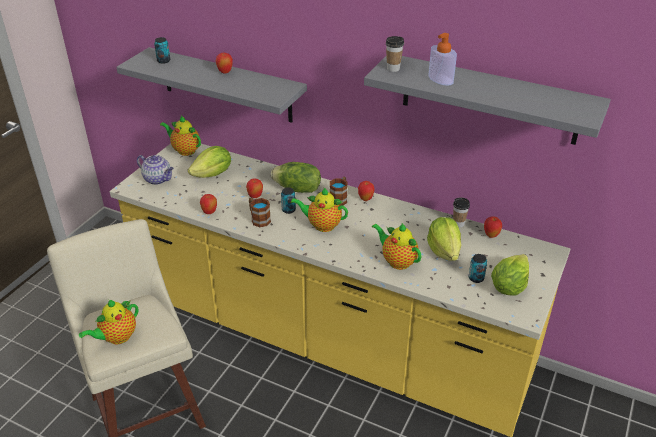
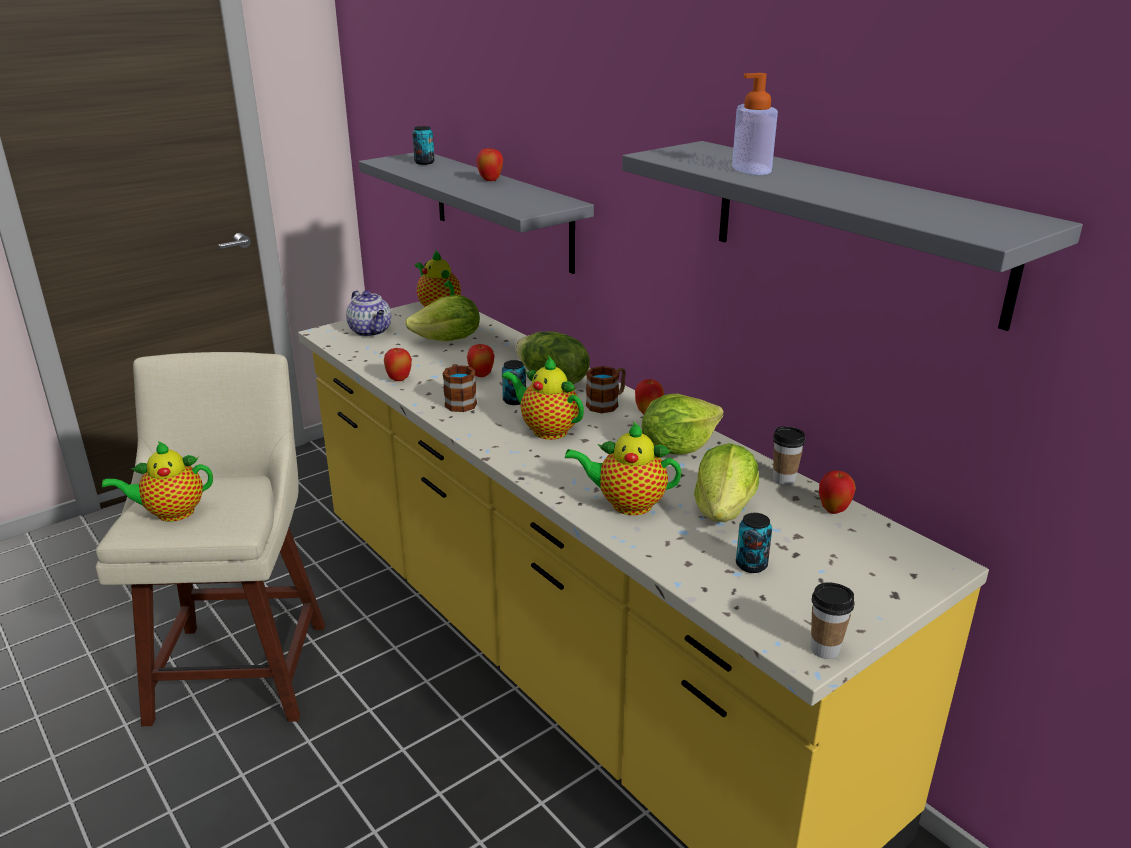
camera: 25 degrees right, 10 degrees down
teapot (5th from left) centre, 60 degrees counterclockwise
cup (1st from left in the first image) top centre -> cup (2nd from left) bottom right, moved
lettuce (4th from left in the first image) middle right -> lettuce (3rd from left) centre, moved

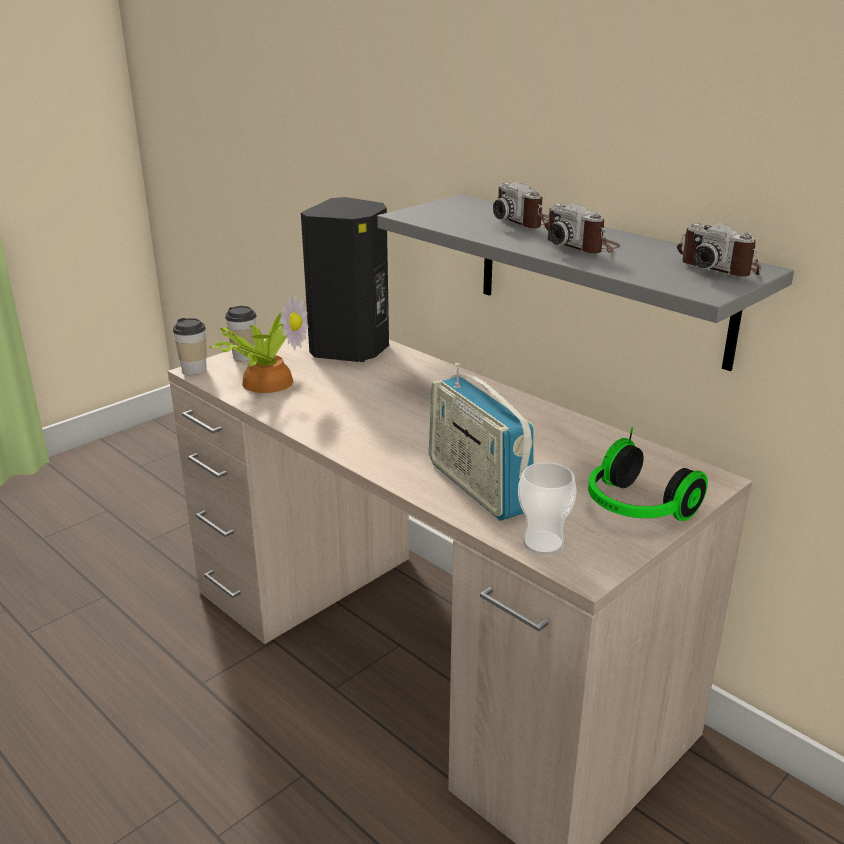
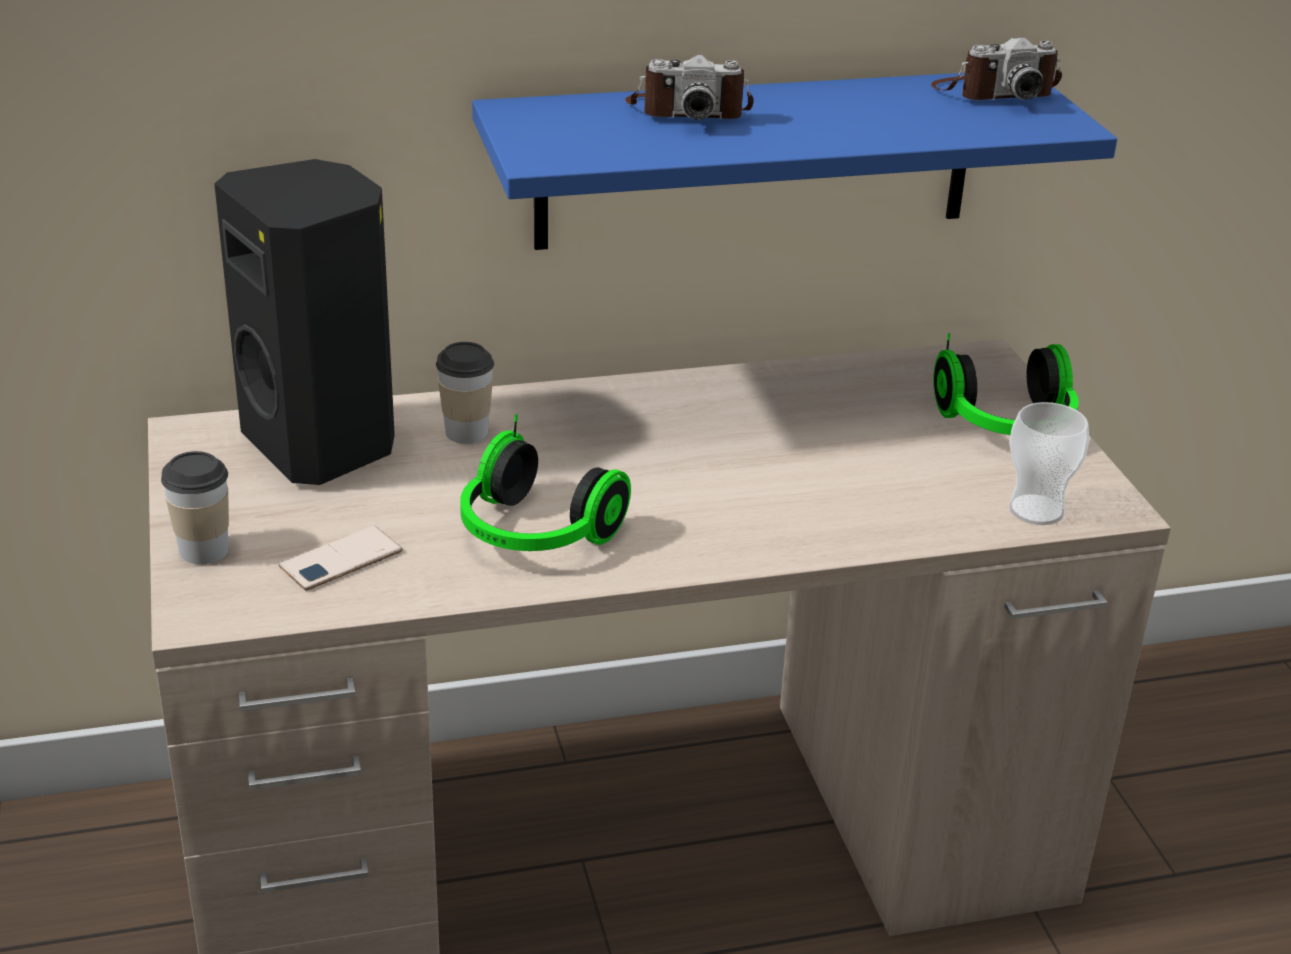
camera: 60 degrees left, 5 degrees up
cup (1st from left in the first image) middle left -> cup (2nd from left) centre, moved
potted plant middle left -> phone middle left
grey shelf middle right -> blue shelf top centre
radio centre -> none
photo camera (2nd from left) top right -> none
none -> headphones (1st from left) centre

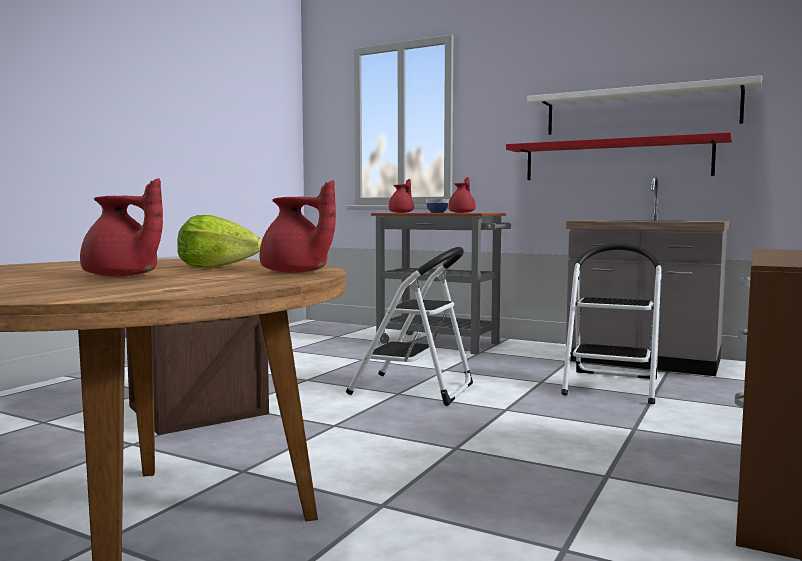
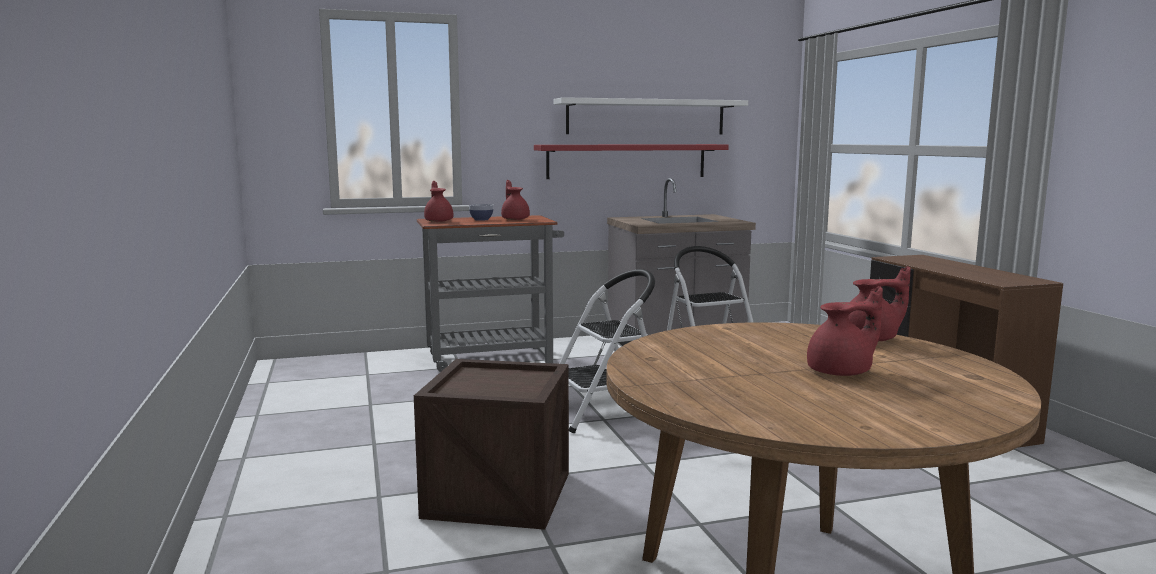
camera: 45 degrees left, 5 degrees up
lettuce middle left -> none

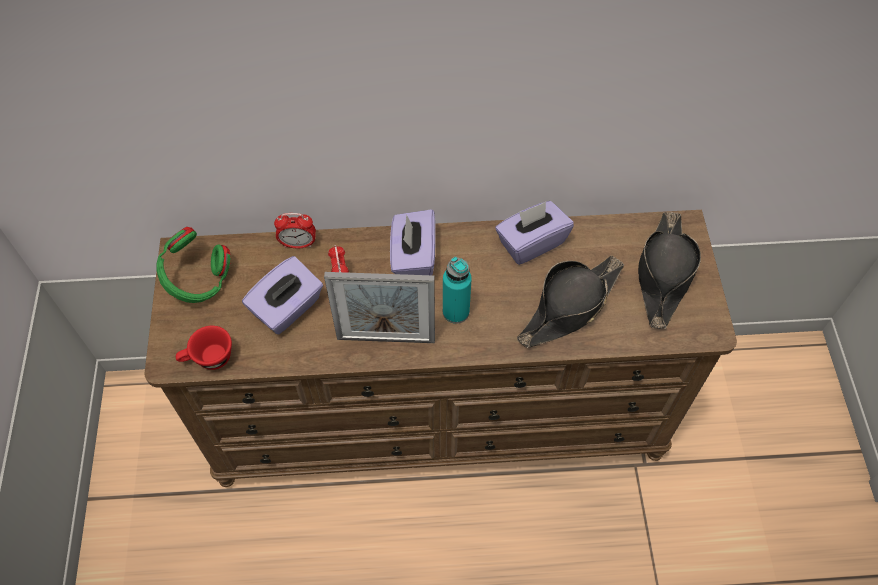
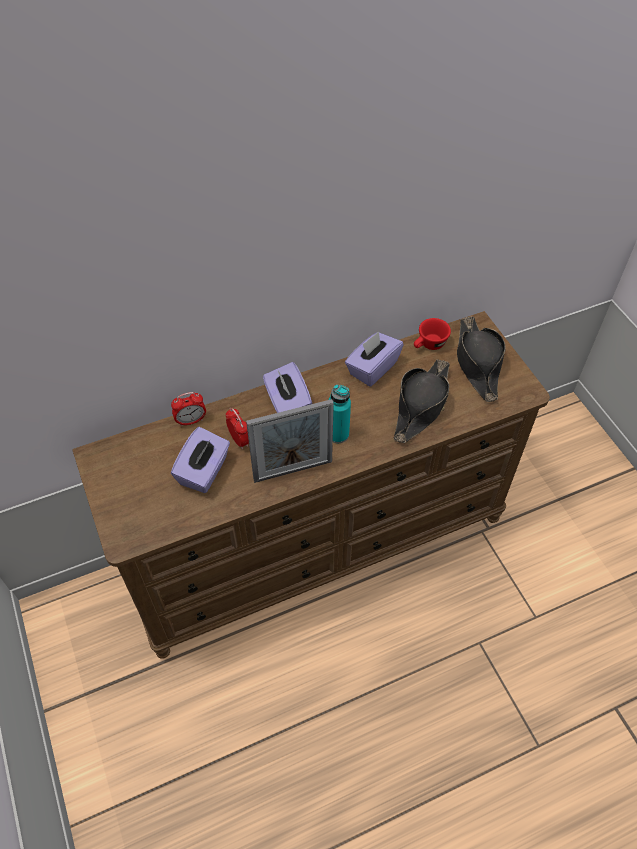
camera: 20 degrees left, 5 degrees down
green headphones middle left -> none
red cup middle left -> red cup middle right, moved

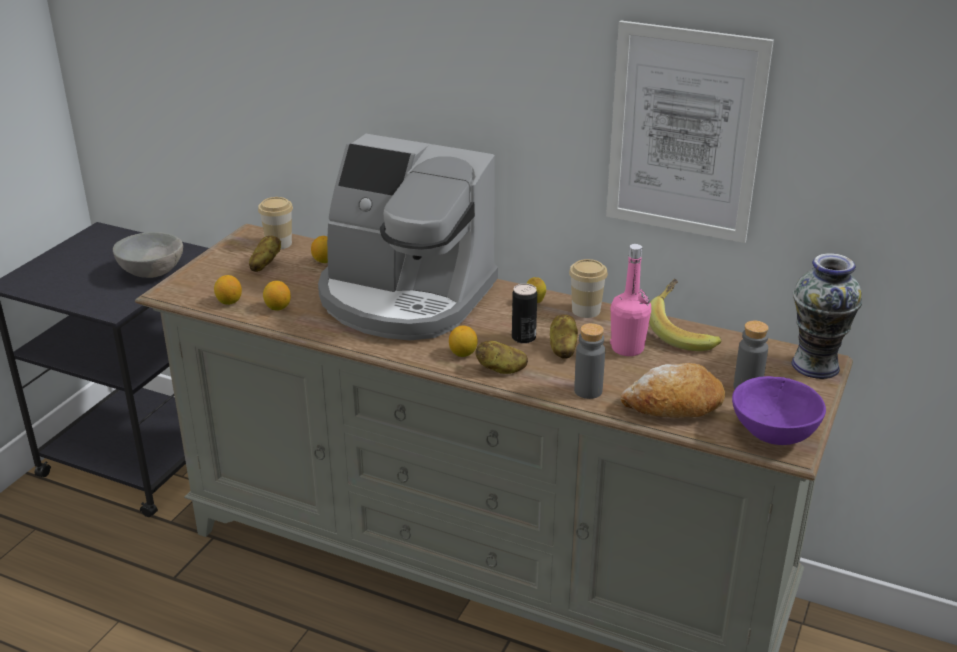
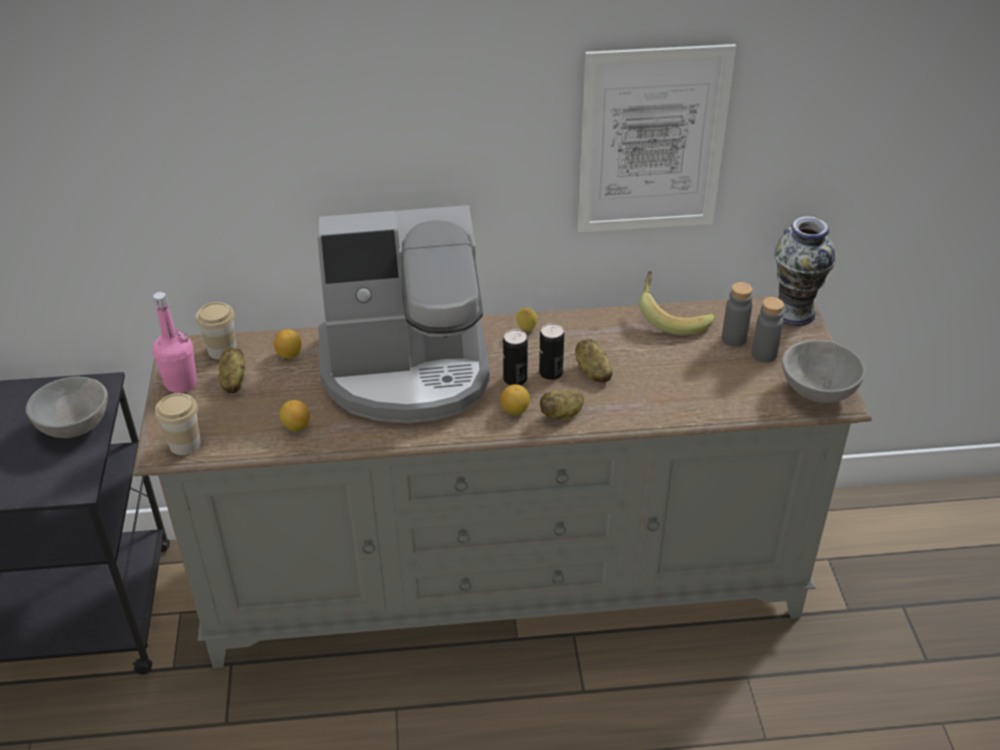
camera: 30 degrees left, 10 degrees up
lemon (1st from left) middle left -> none
cup (2nd from left in the first image) centre -> cup (1st from left) middle left, moved
grey bottle (1st from left) centre -> grey bottle (1st from left) middle right, moved
pink bottle centre -> pink bottle middle left, moved
bread middle right -> none
purple bowl middle right -> grey bowl (2nd from left) middle right
none -> can (1st from left) centre

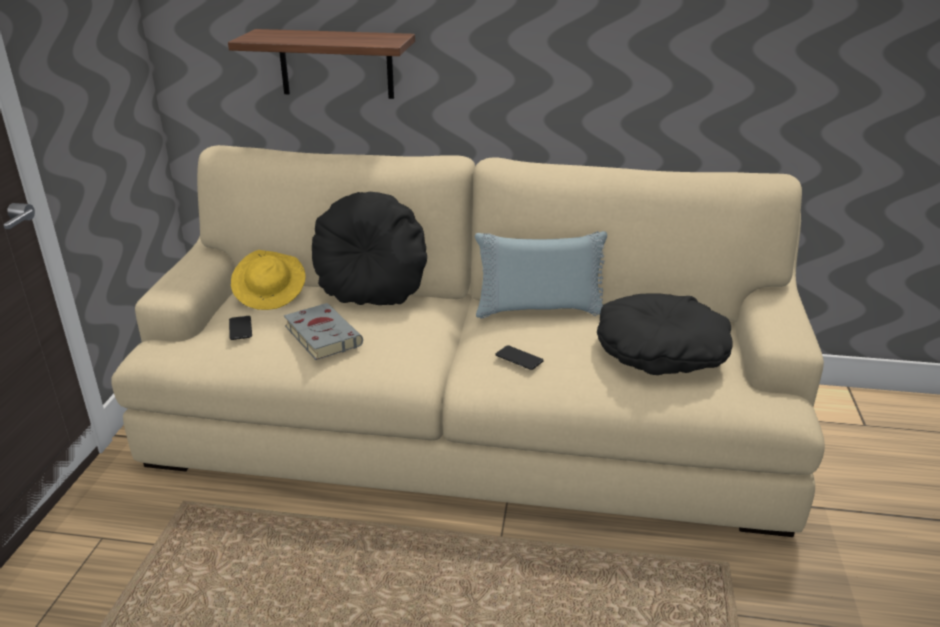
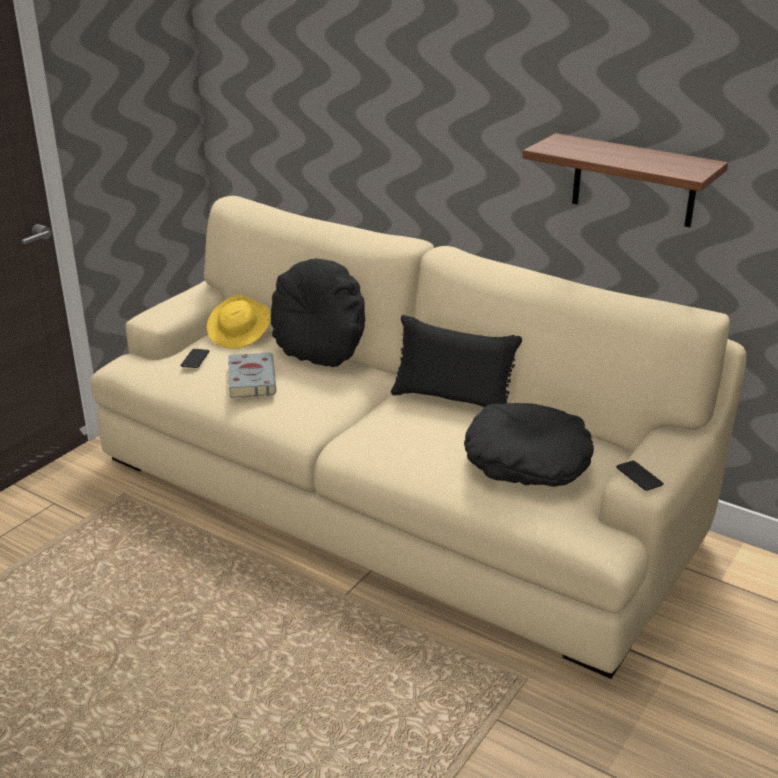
camera: 25 degrees right, 0 degrees up
shelf top centre -> shelf top right, moved
blue pillow centre -> black pillow (2nd from left) centre
phone (2nd from left) centre -> phone (2nd from left) middle right, moved

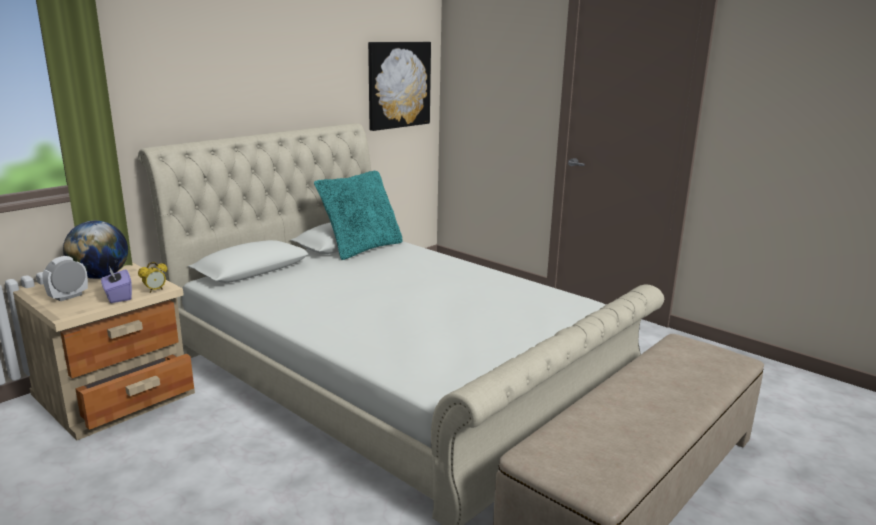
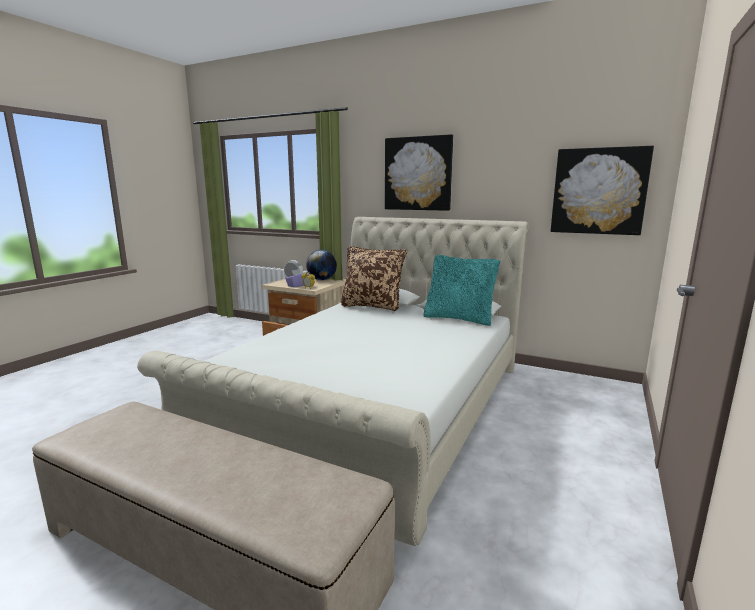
camera: 75 degrees right, 5 degrees down
none -> brown pillow centre
none -> picture (1st from left) top centre

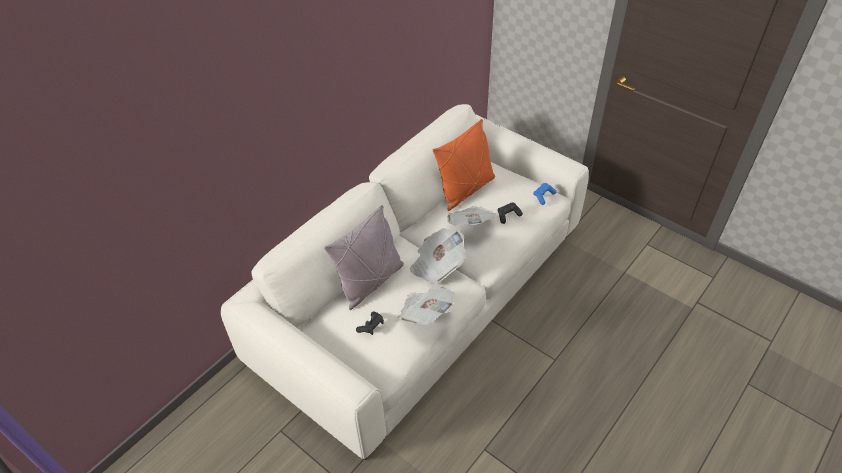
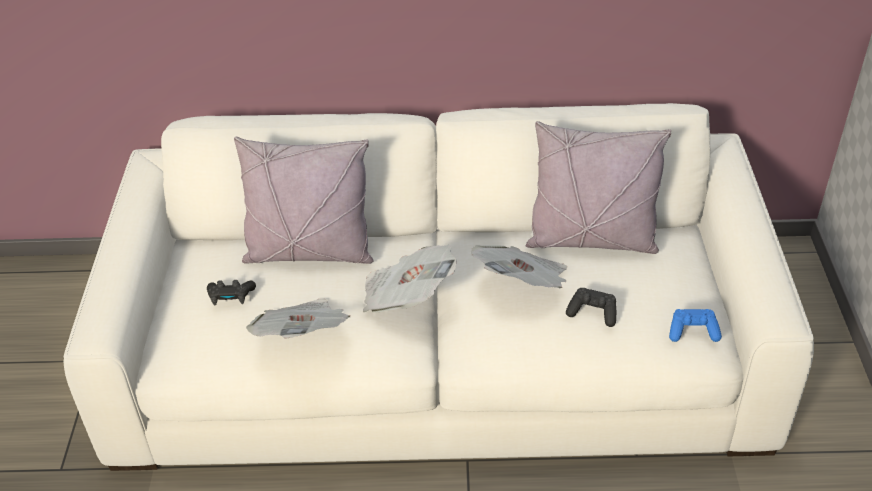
camera: 50 degrees right, 5 degrees down
orange pillow centre -> purple pillow (2nd from left) middle right

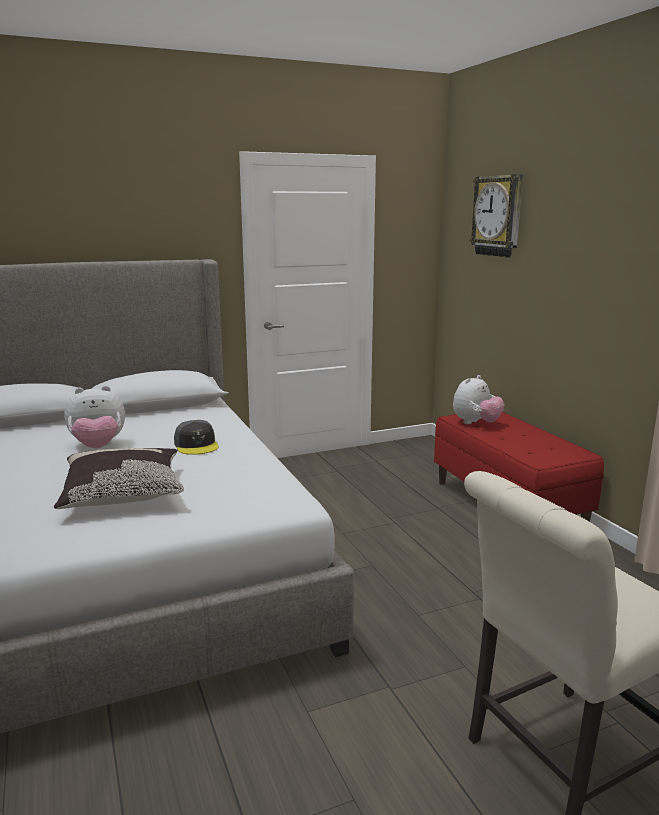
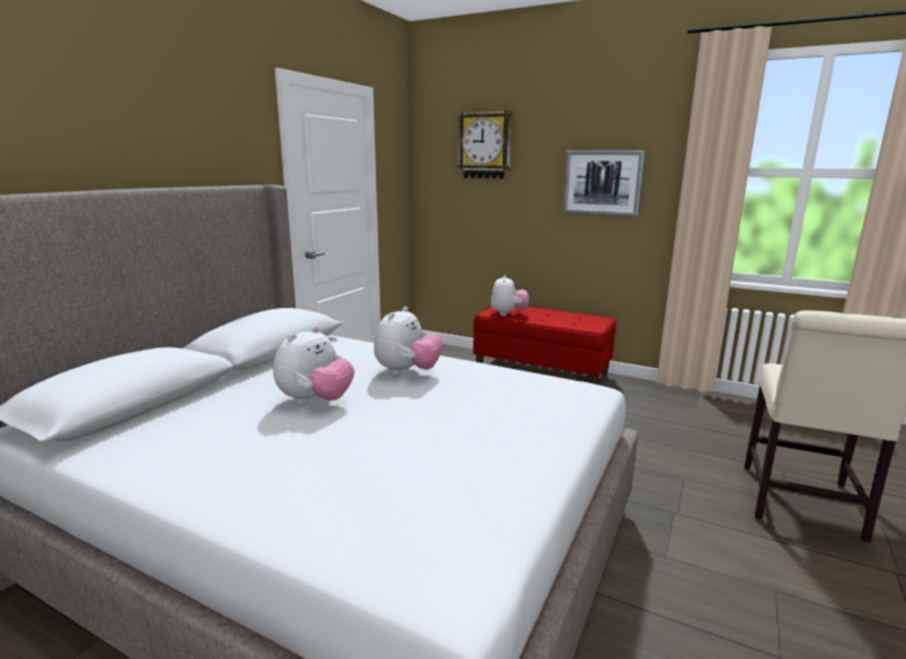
camera: 40 degrees left, 0 degrees up
pillow middle left -> none
grey cap middle left -> plush toy (2nd from left) centre
none -> picture top centre

